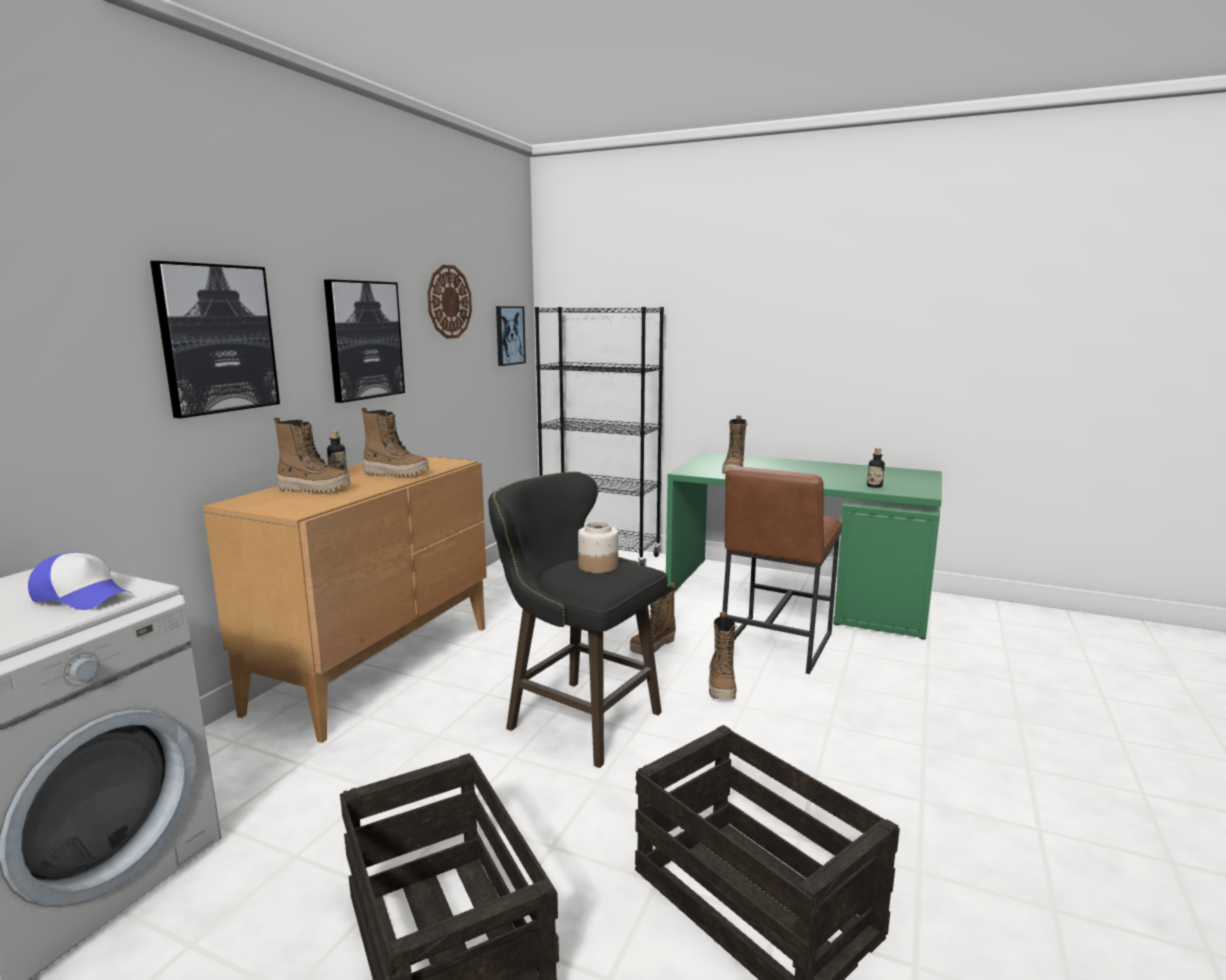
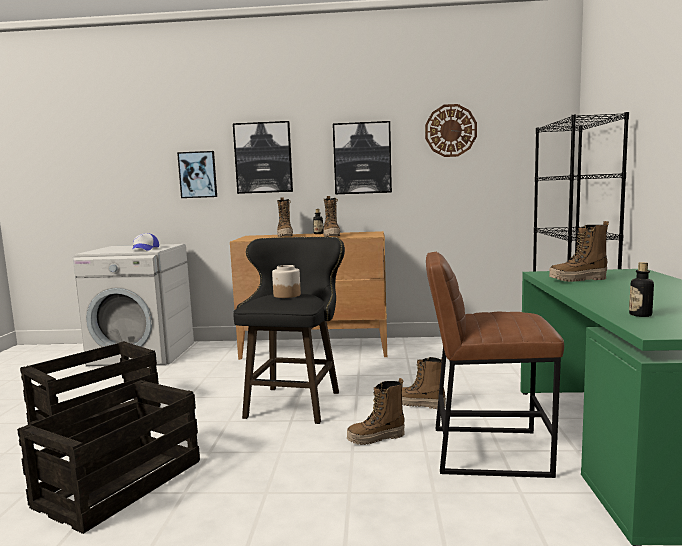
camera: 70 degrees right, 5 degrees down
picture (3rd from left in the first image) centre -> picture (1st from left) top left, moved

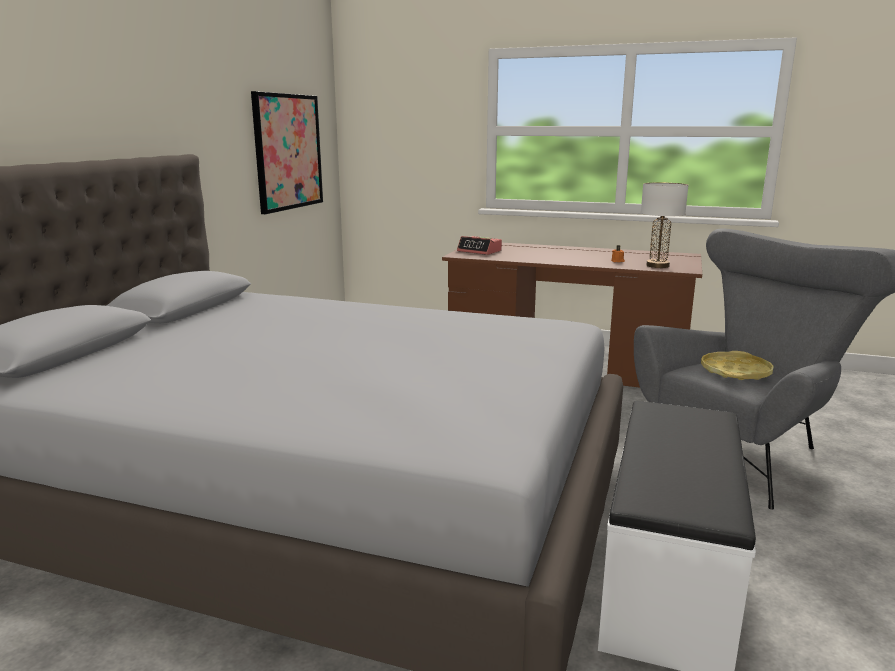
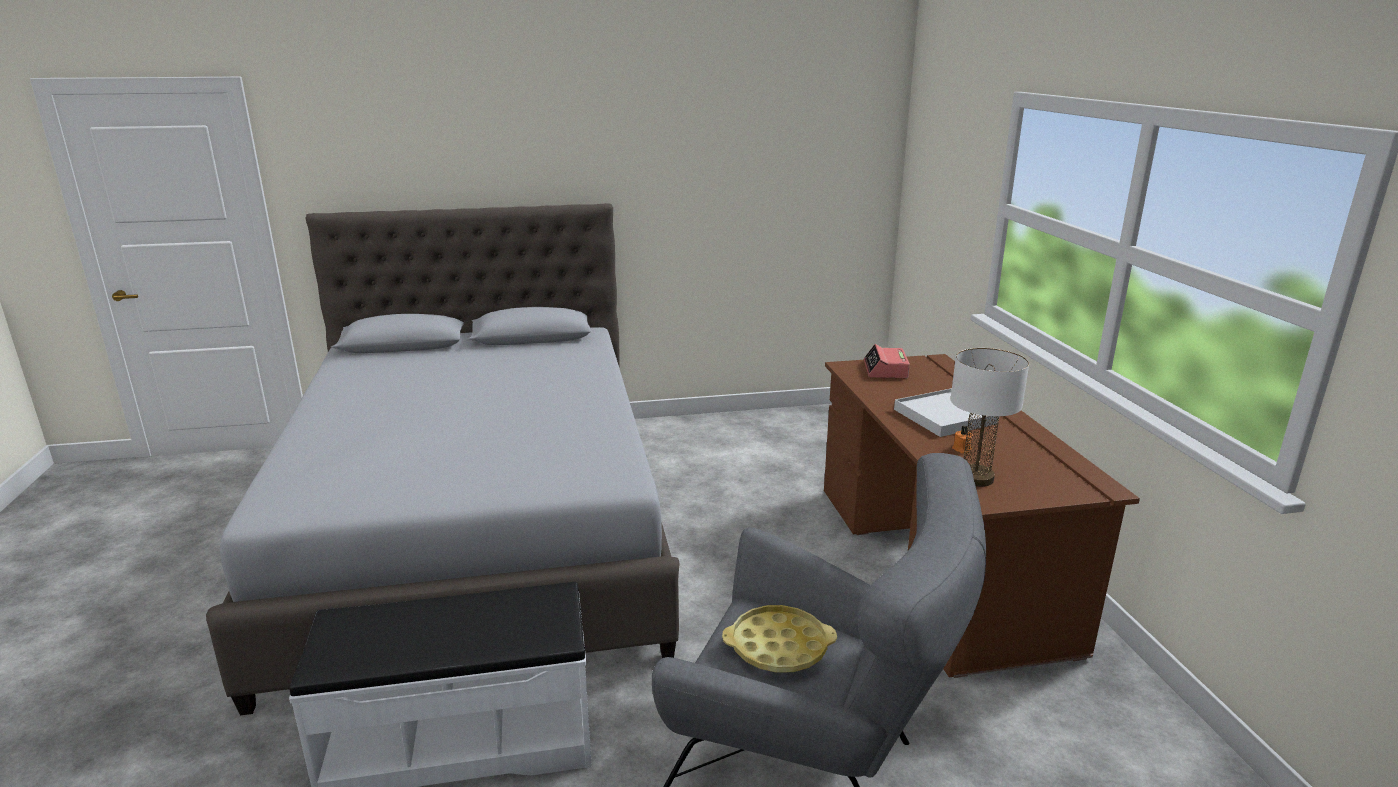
camera: 60 degrees right, 5 degrees up
picture top left -> none
none -> white tray middle right

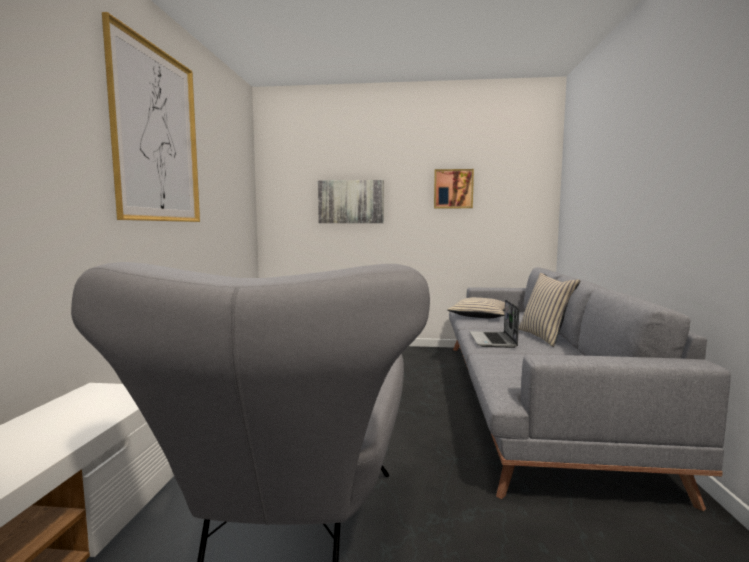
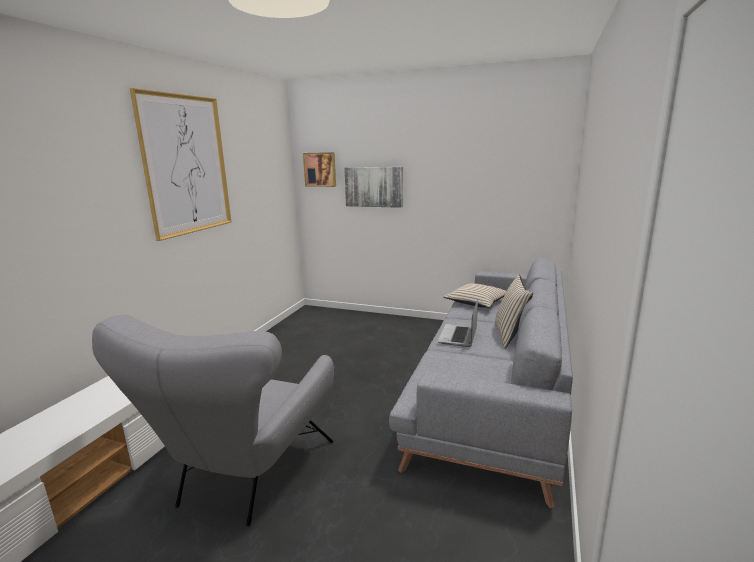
camera: 15 degrees right, 10 degrees up
picture (3rd from left in the first image) centre -> picture (2nd from left) top centre, moved

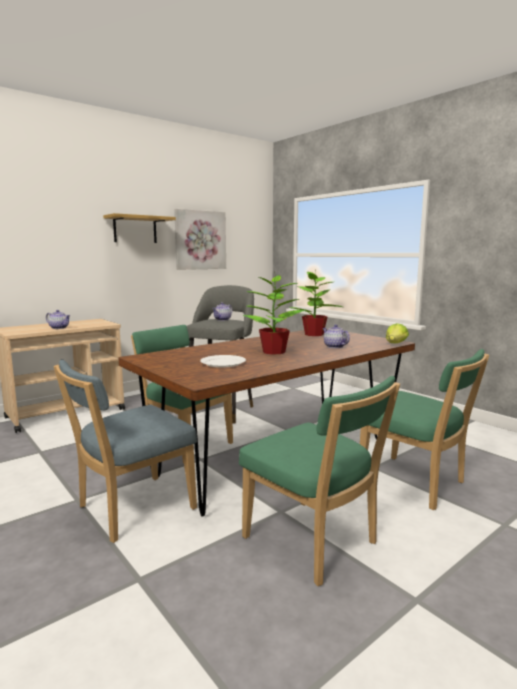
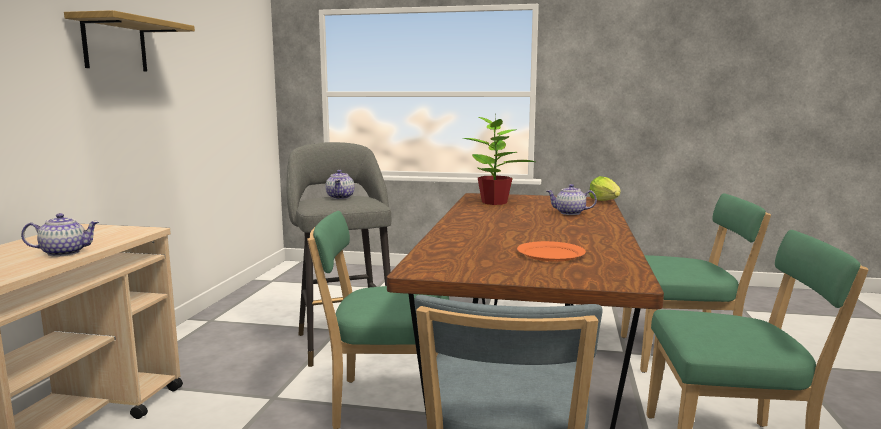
camera: 40 degrees left, 0 degrees up
picture centre -> none
white plate centre -> orange plate centre
potted plant (1st from left) centre -> none

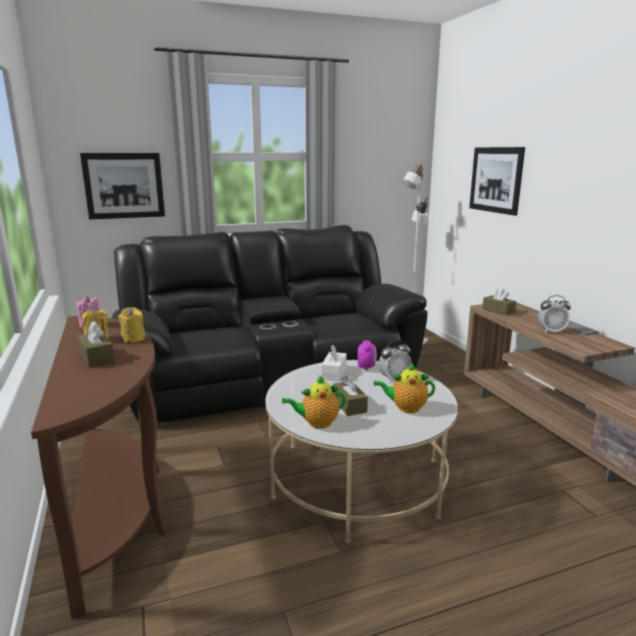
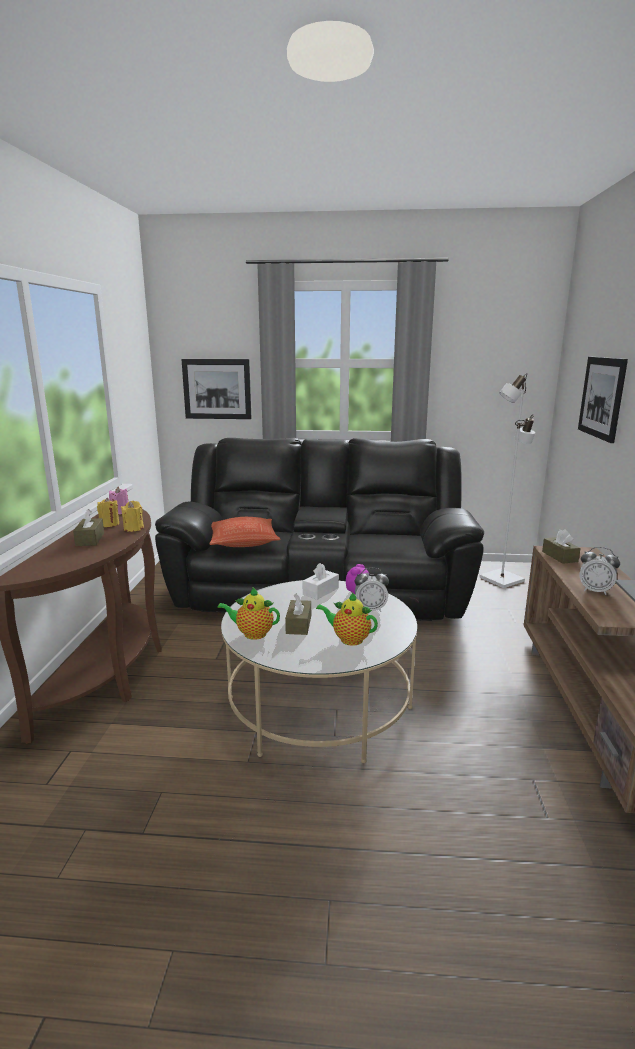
camera: 25 degrees right, 0 degrees up
none -> orange pillow centre

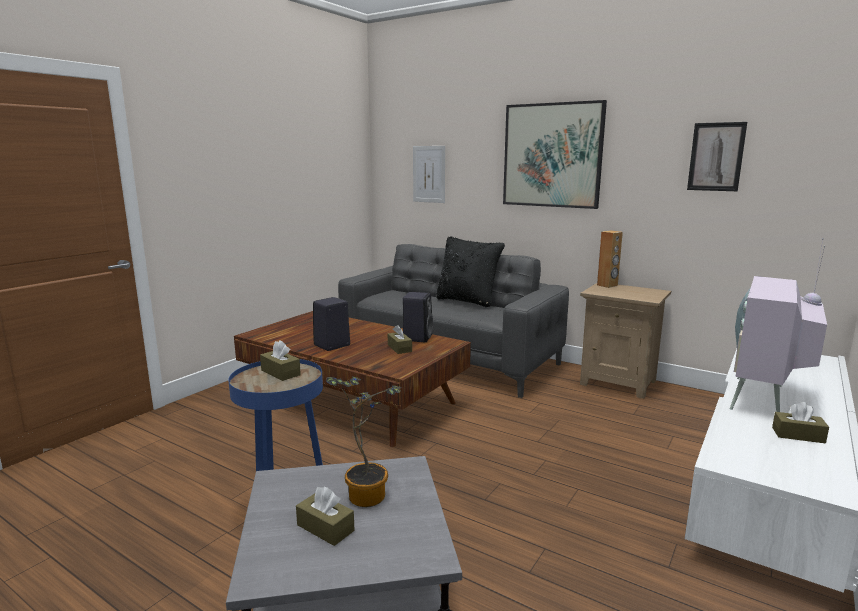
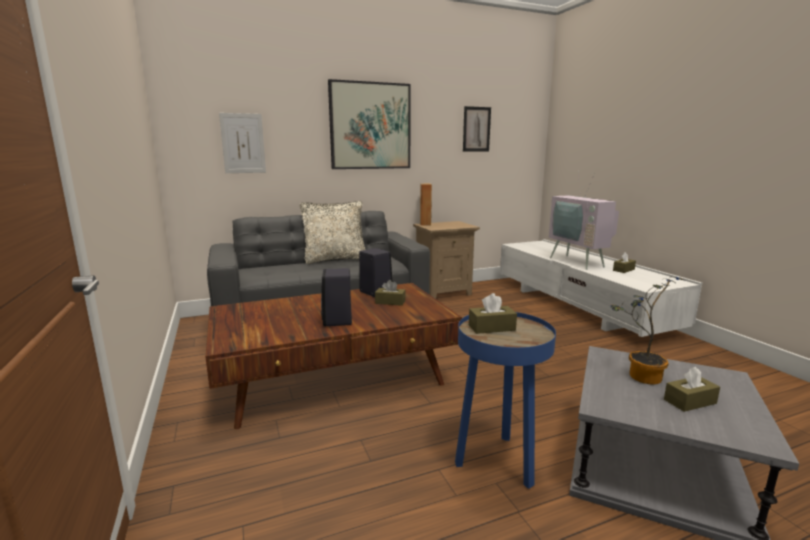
camera: 55 degrees left, 0 degrees up
black pillow centre -> beige pillow centre

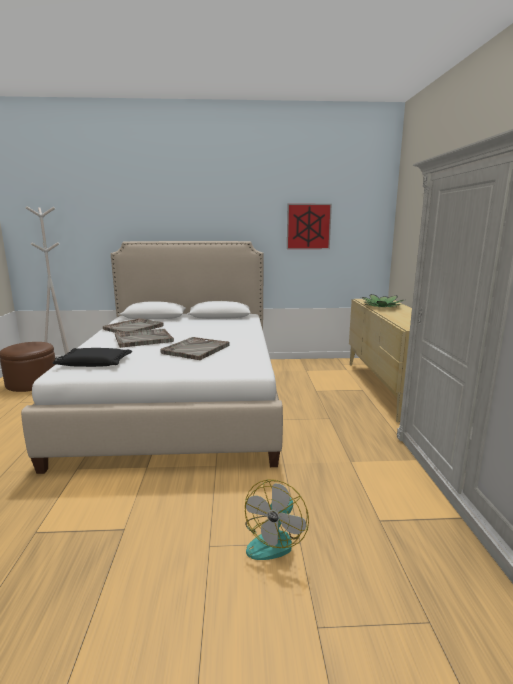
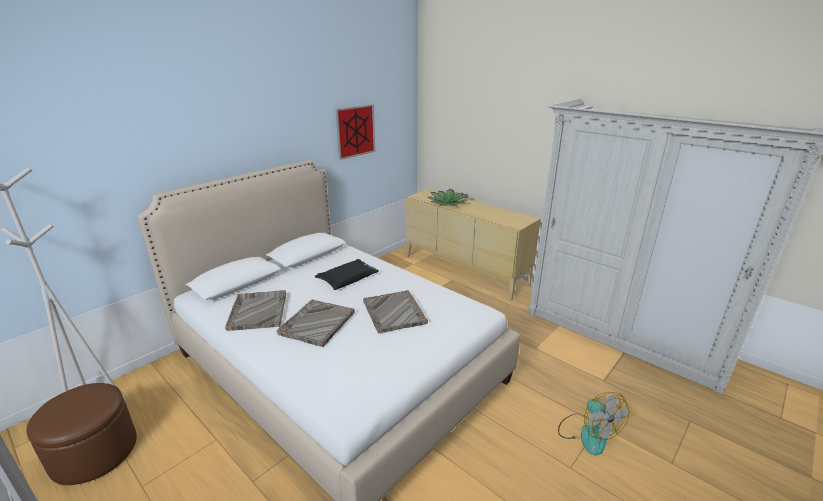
camera: 45 degrees left, 10 degrees up
black pillow middle left -> black pillow centre, moved

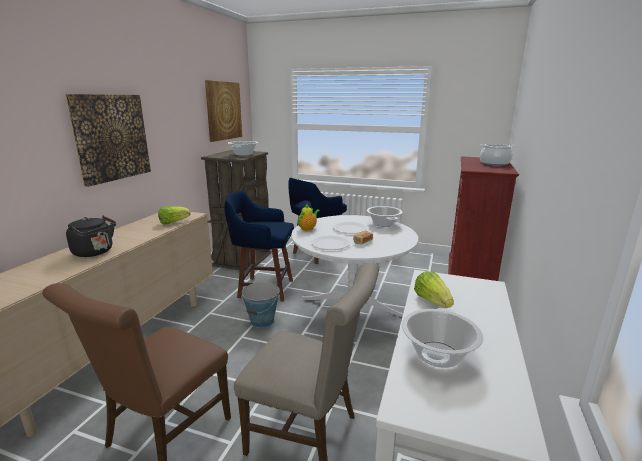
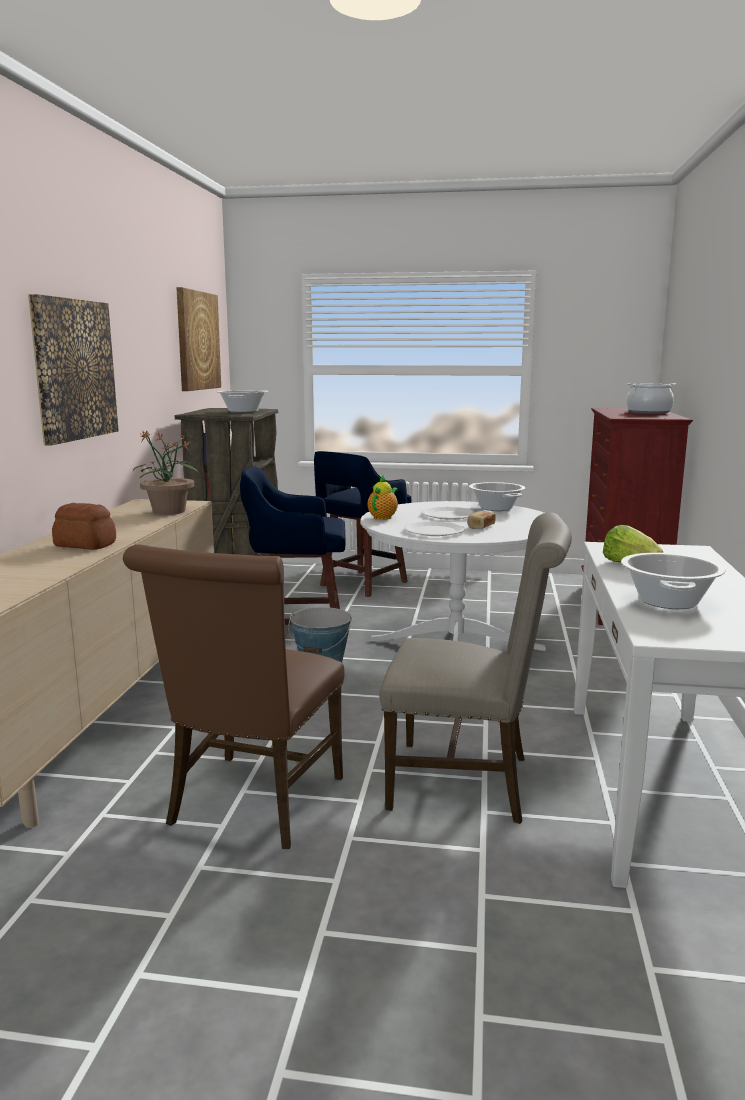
camera: 10 degrees left, 5 degrees down
black kettle middle left -> bread (1st from left) middle left
lettuce (1st from left) middle left -> potted plant middle left

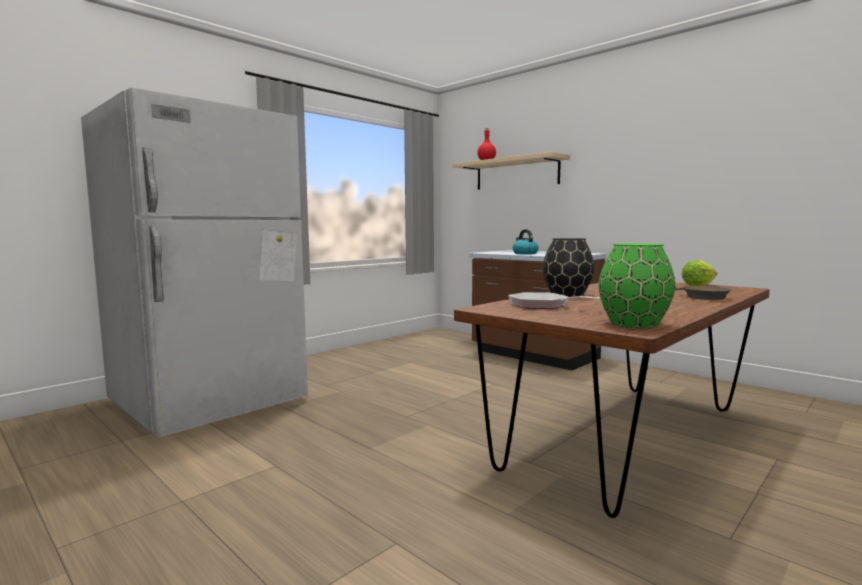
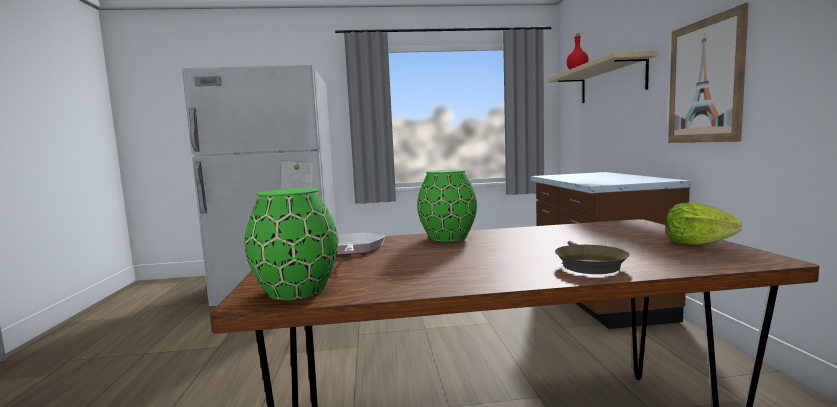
camera: 40 degrees right, 0 degrees up
kettle centre -> none
black vase centre -> green vase (2nd from left) centre
none -> picture top right

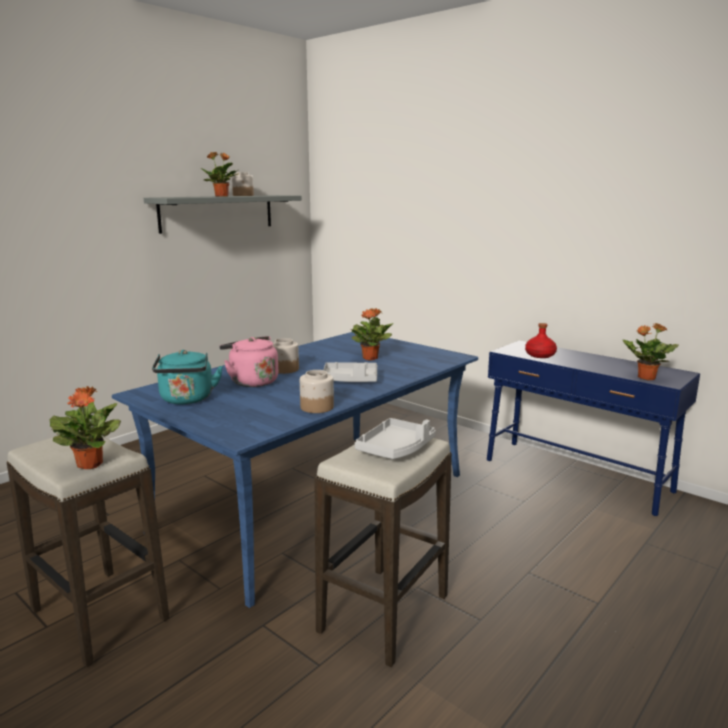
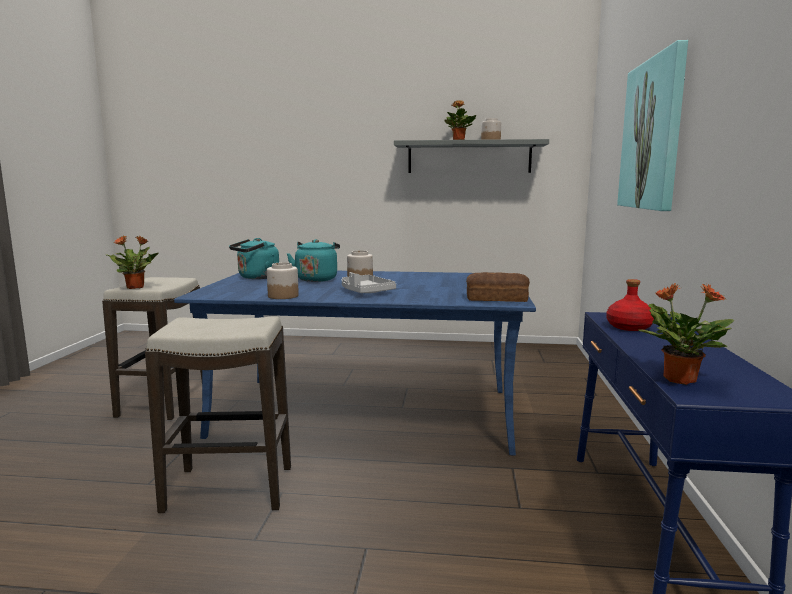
camera: 55 degrees right, 5 degrees down
pink kettle centre -> turquoise kettle (2nd from left) centre
potted plant (3rd from left) centre -> none
grey tray (2nd from left) centre -> none
none -> bread centre
none -> picture top right

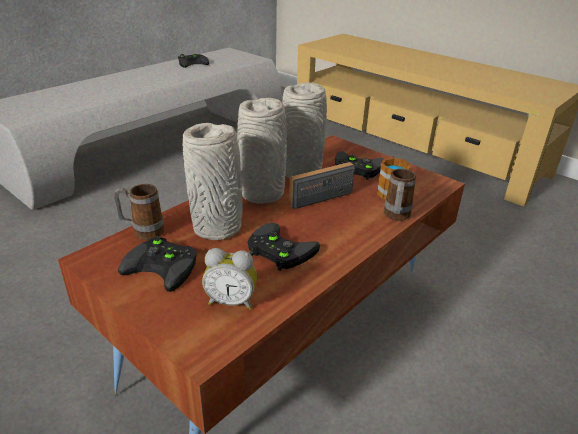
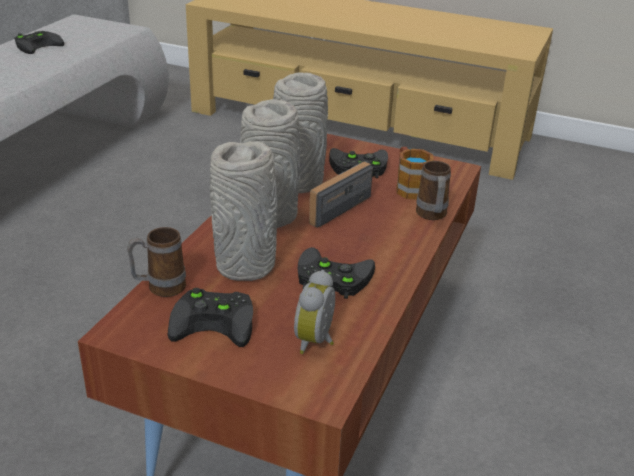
camera: 20 degrees left, 0 degrees up
alarm clock centre, 120 degrees clockwise

